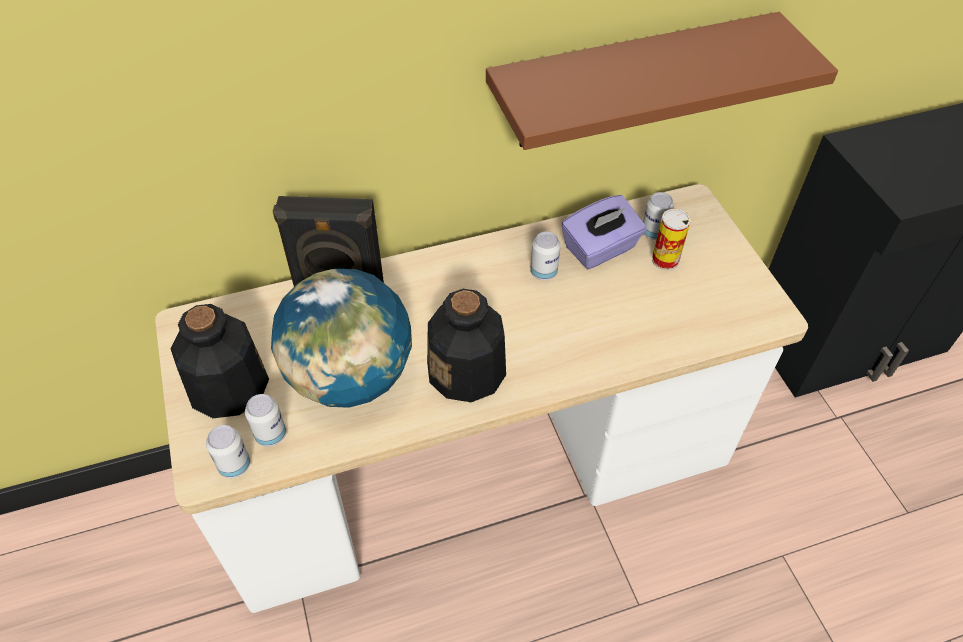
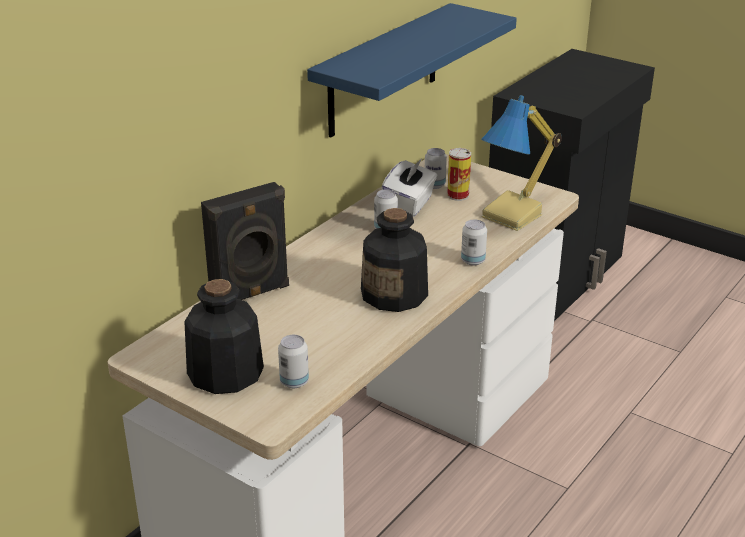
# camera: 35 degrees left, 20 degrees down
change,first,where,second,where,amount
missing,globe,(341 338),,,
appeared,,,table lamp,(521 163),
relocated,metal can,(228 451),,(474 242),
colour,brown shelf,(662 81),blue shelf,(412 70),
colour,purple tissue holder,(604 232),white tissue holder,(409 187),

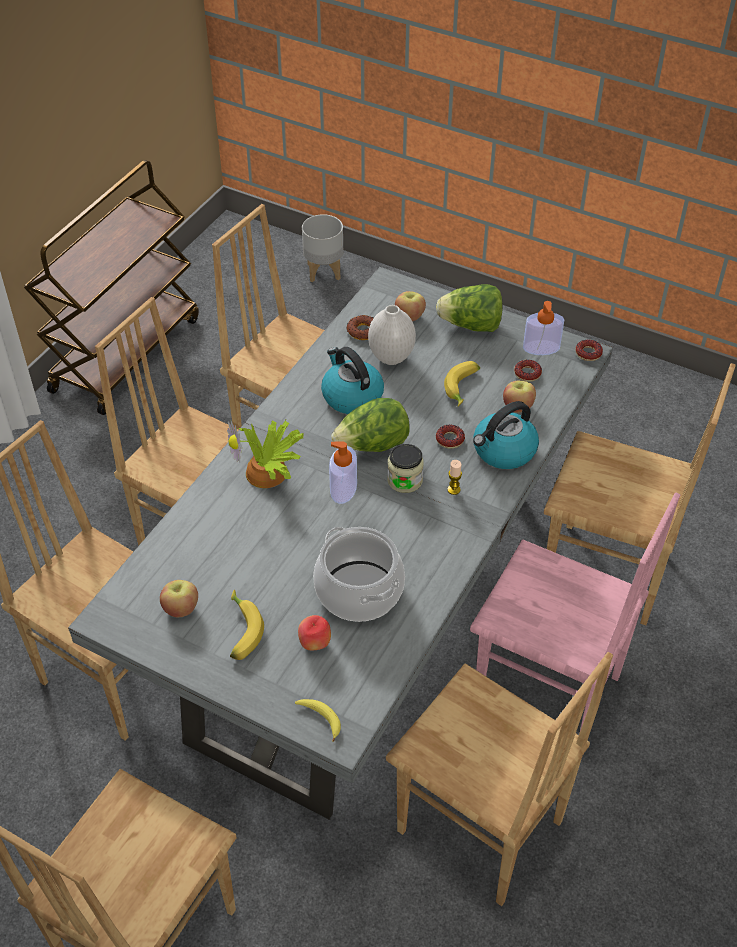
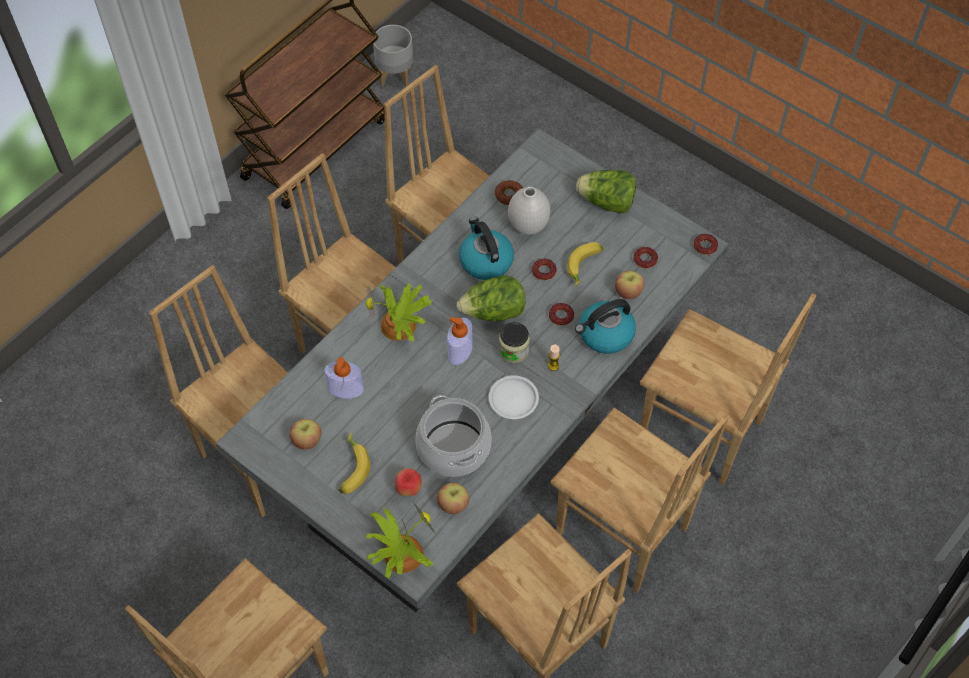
# camera: 10 degrees right, 10 degrees up
change,first,where,second,where,amount
appeared,,,white dinner plate,(514 397),
appeared,,,ring doughnut,(544 270),
relocated,gray plant pot,(322 248),,(393 56),
relocated,apple fruit,(410 306),,(453 498),
relocated,soap dispenser,(543 328),,(344 377),
exchanged,whole banana,(318 720),plant in a pot,(401 539),
colour,pink-coloured chair,(575 612),brown chair,(640 500),

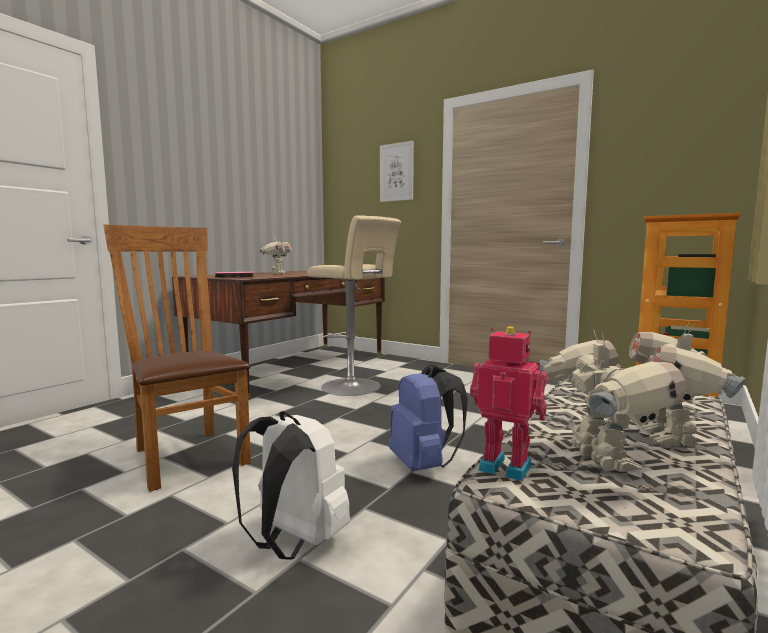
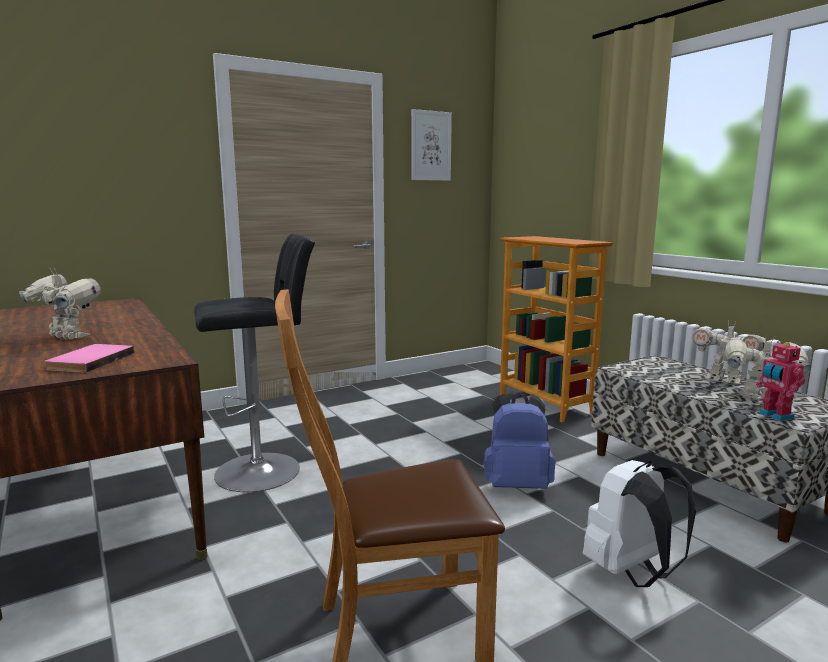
# camera: 65 degrees left, 5 degrees up
change,first,where,second,where,amount
relocated,picture,(397 171),,(431 145),
colour,beige-coloured sitting stool,(354 305),blackish sitting stool,(254 363),
spun,toy robot,(508 403),,(780 381),75 degrees counterclockwise

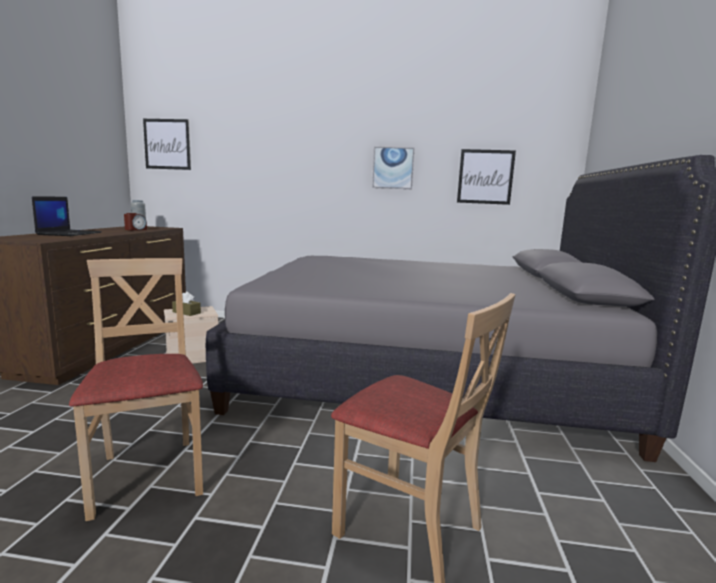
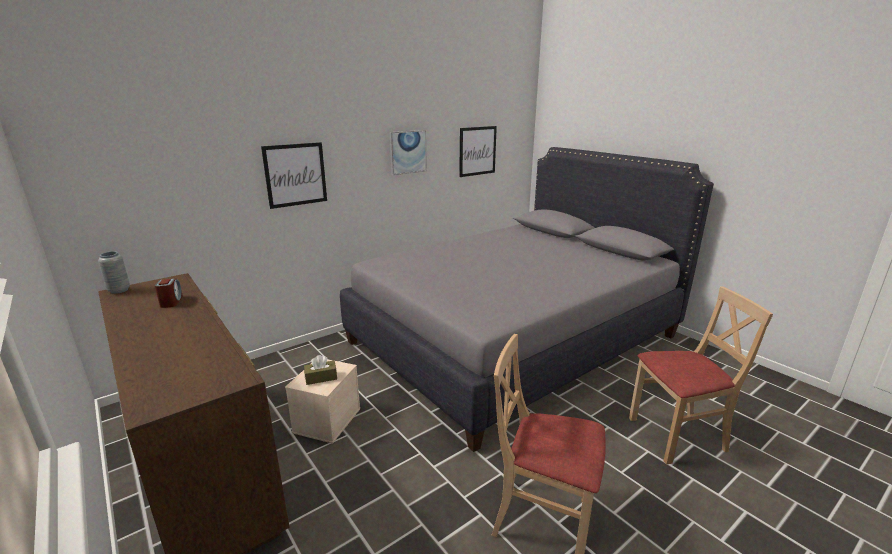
# camera: 45 degrees left, 10 degrees up
change,first,where,second,where,amount
missing,notebook computer,(67 216),,,
relocated,picture,(167 144),,(294 175),

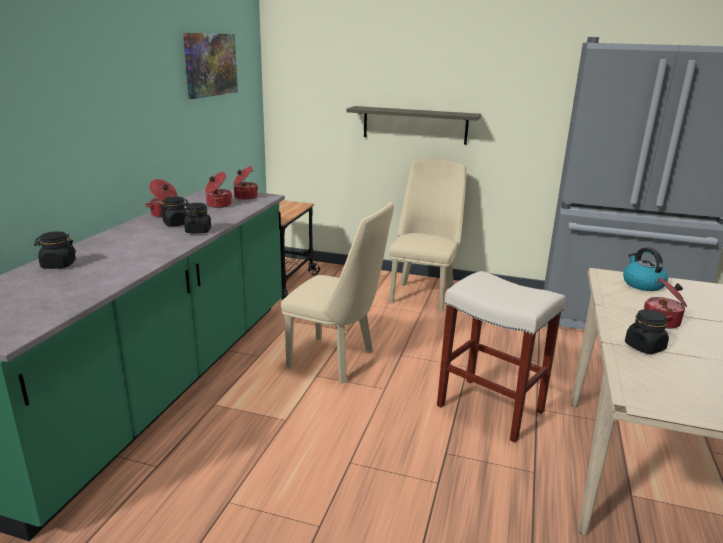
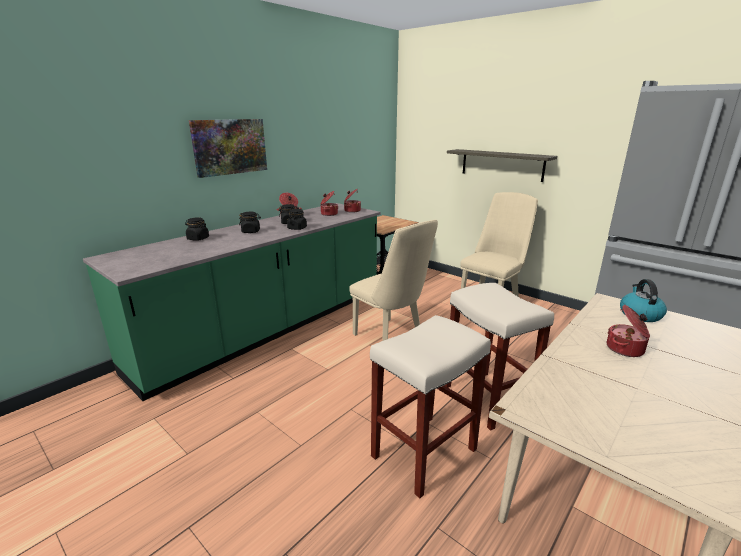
# camera: 25 degrees right, 0 degrees up
change,first,where,second,where,amount
appeared,,,beige-coloured sitting stool,(430 406),
relocated,picture,(210 66),,(228 148),
relocated,blackish preserve jar,(647 331),,(250 222),

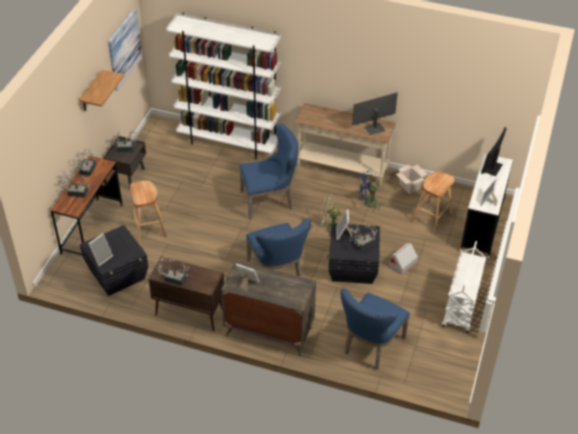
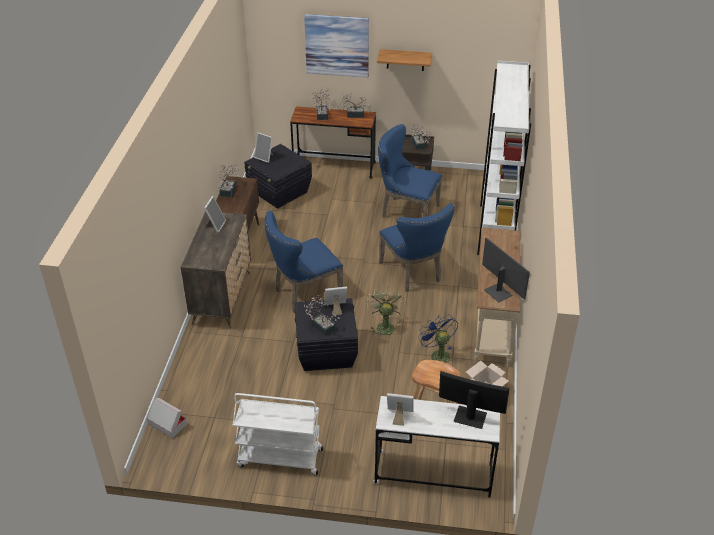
# camera: 80 degrees right, 5 degrees down
change,first,where,second,where,amount
missing,brown sitting stool,(148 211),,,
relocated,picture,(125 49),,(336 46),
relocated,blue chair,(375 329),,(410 170),
relocated,cardboard box,(403 259),,(167 418),

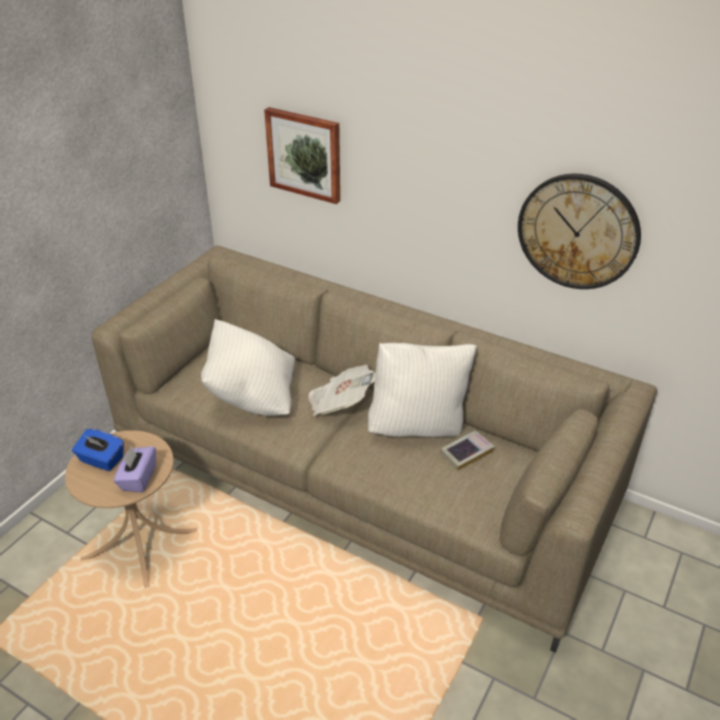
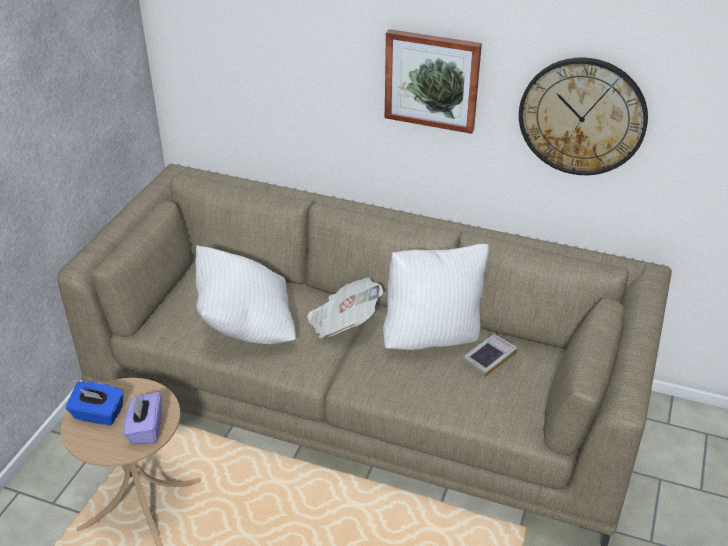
# camera: 10 degrees left, 0 degrees up
change,first,where,second,where,amount
relocated,picture,(302 155),,(433 81),

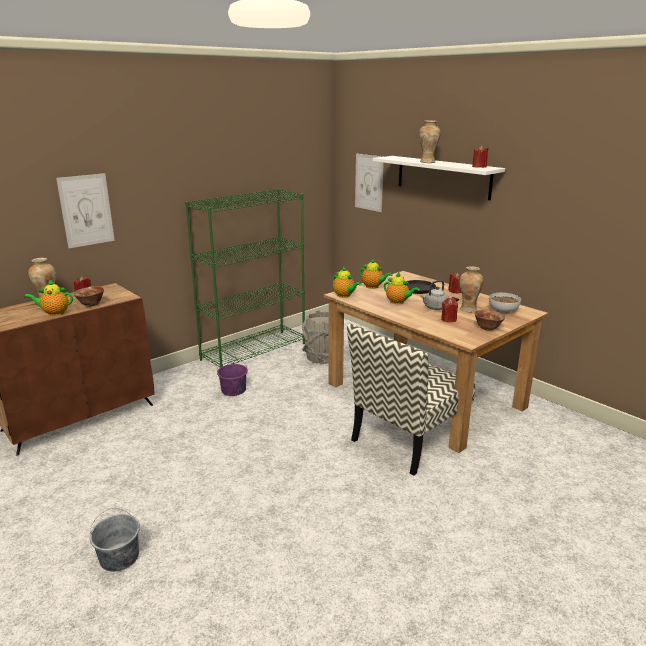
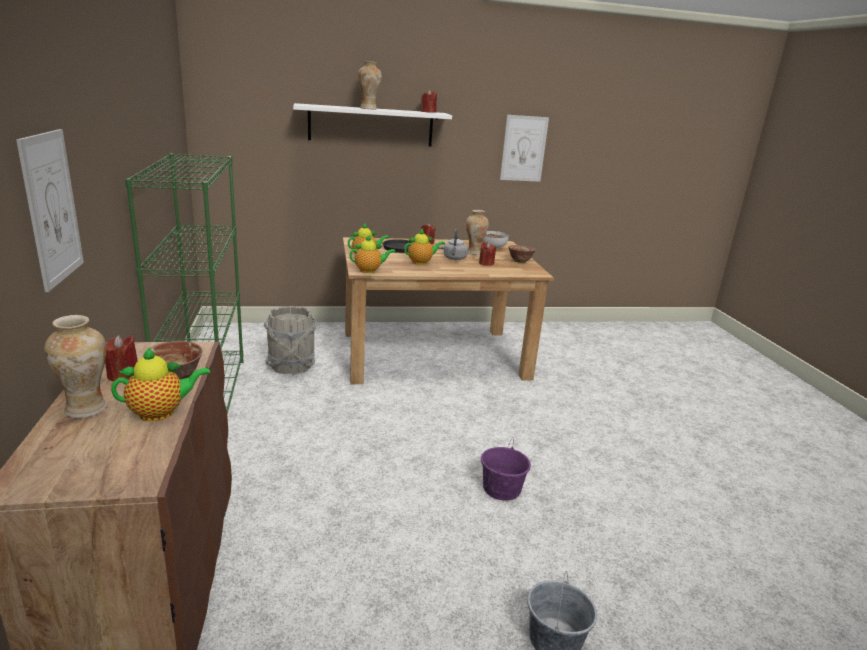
# camera: 60 degrees left, 0 degrees up
change,first,where,second,where,amount
missing,chair,(411 400),,,
relocated,purple pail,(232 376),,(506 469),
relocated,picture,(369 183),,(524 148),
spun,teapot,(48 297),,(160 384),135 degrees counterclockwise

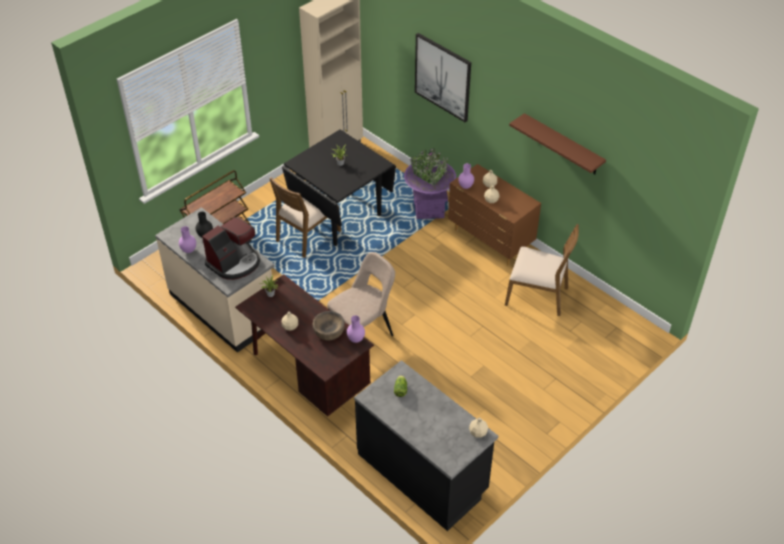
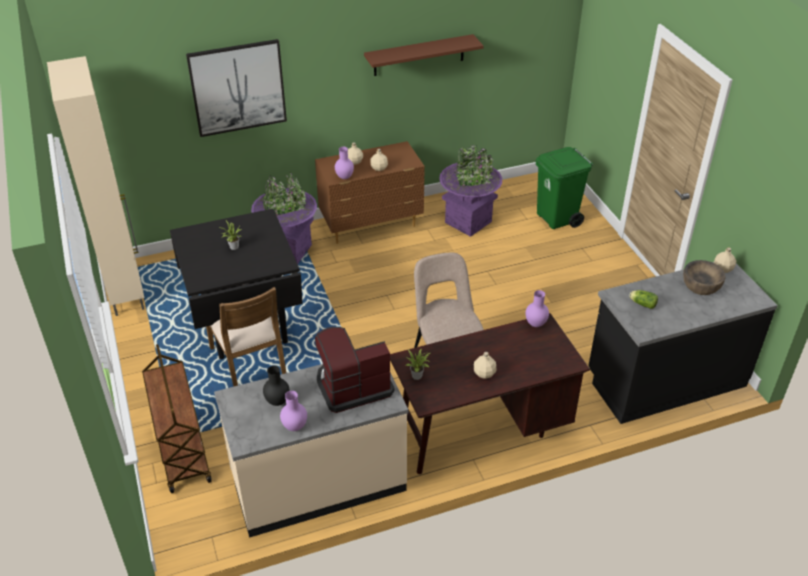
# camera: 65 degrees left, 5 degrees down
change,first,where,second,where,amount
appeared,,,green-coloured trash can,(565 188),
relocated,brown serving bowl,(328 325),,(704 277),
exchanged,brown chair,(542 270),purple plant pot,(470 191),
spun,coffee brewer,(231 248),,(354 370),90 degrees counterclockwise

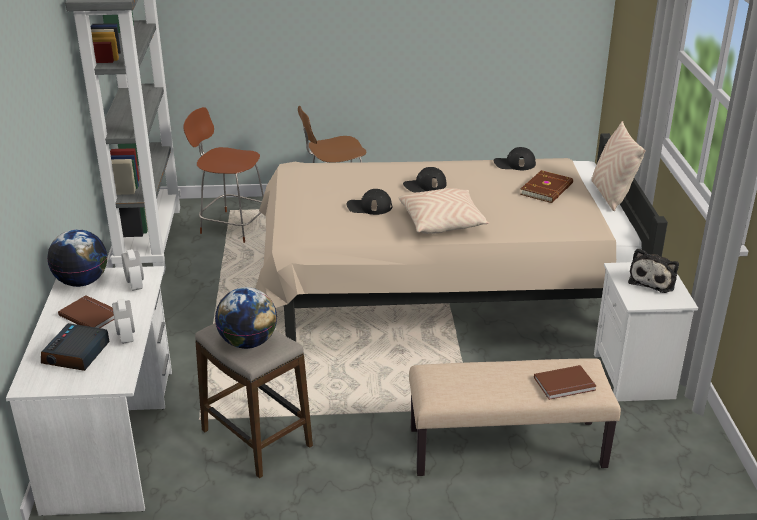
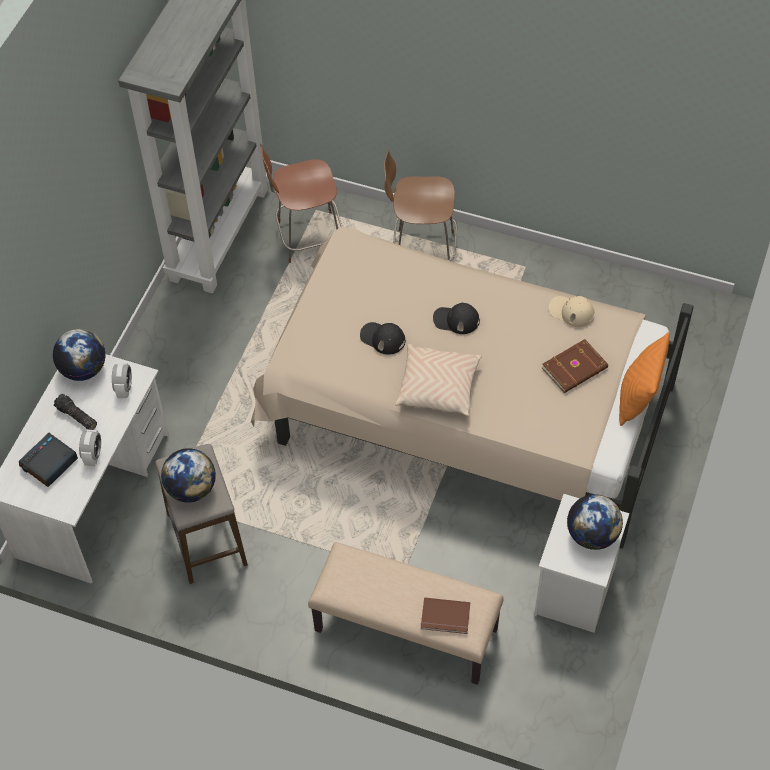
# camera: 25 degrees right, 25 degrees up
change,first,where,second,where,amount
exchanged,brown bound book,(86 311),flashlight,(75 412),
exchanged,cuddly toy,(653 270),globe,(595 522),
colour,blackish baseball cap,(515 158),beige-coloured baseball cap,(572 311),
colour,beige-coloured pillow,(618 166),orange-coloured pillow,(644 379),
spun,brown chair,(223 175),,(301 203),60 degrees counterclockwise

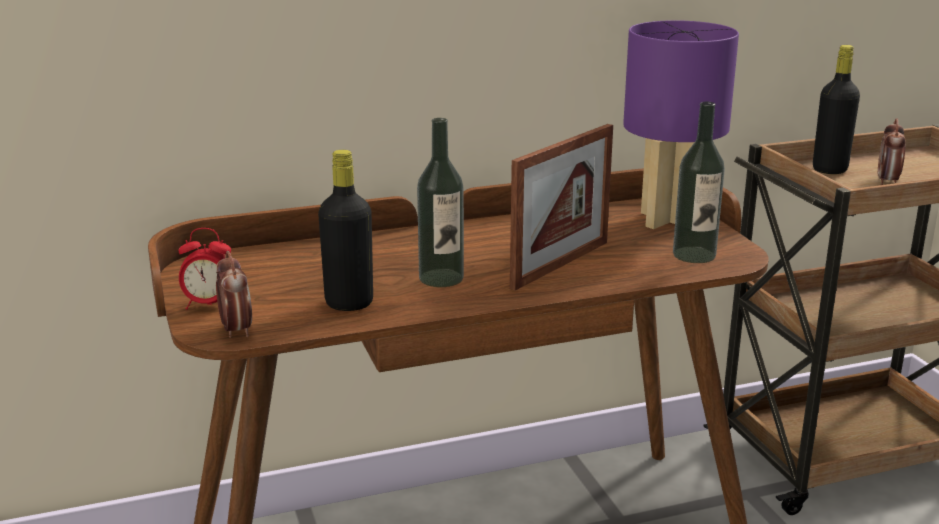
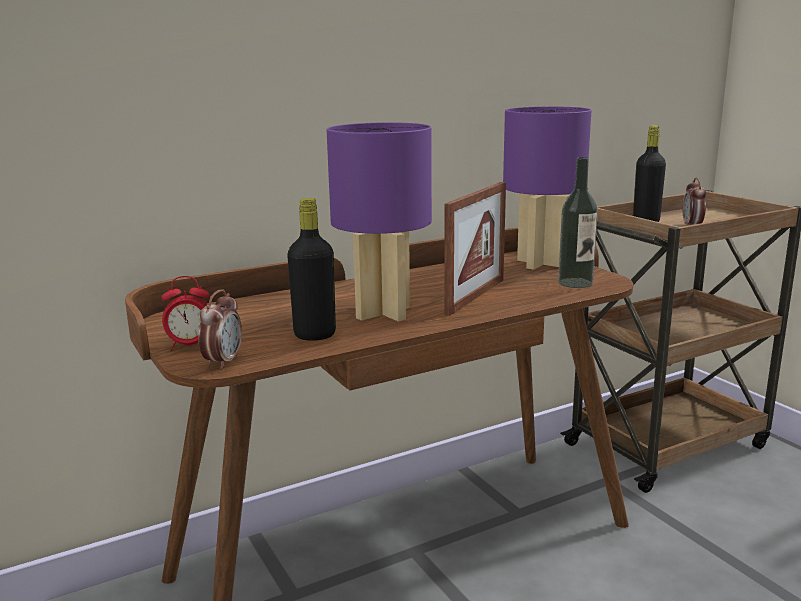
# camera: 10 degrees left, 5 degrees down
change,first,where,second,where,amount
exchanged,bottle,(440 202),purple table lamp,(379 222),
spun,bedside clock,(234 294),,(220 329),45 degrees clockwise

